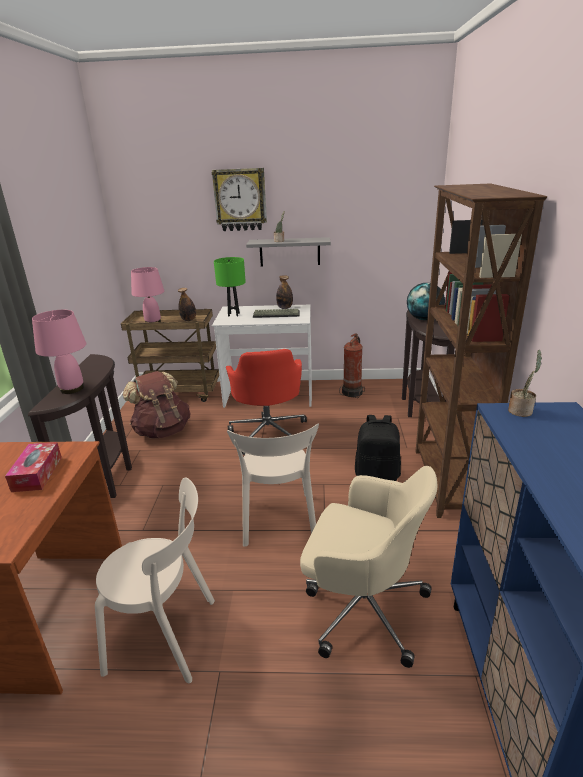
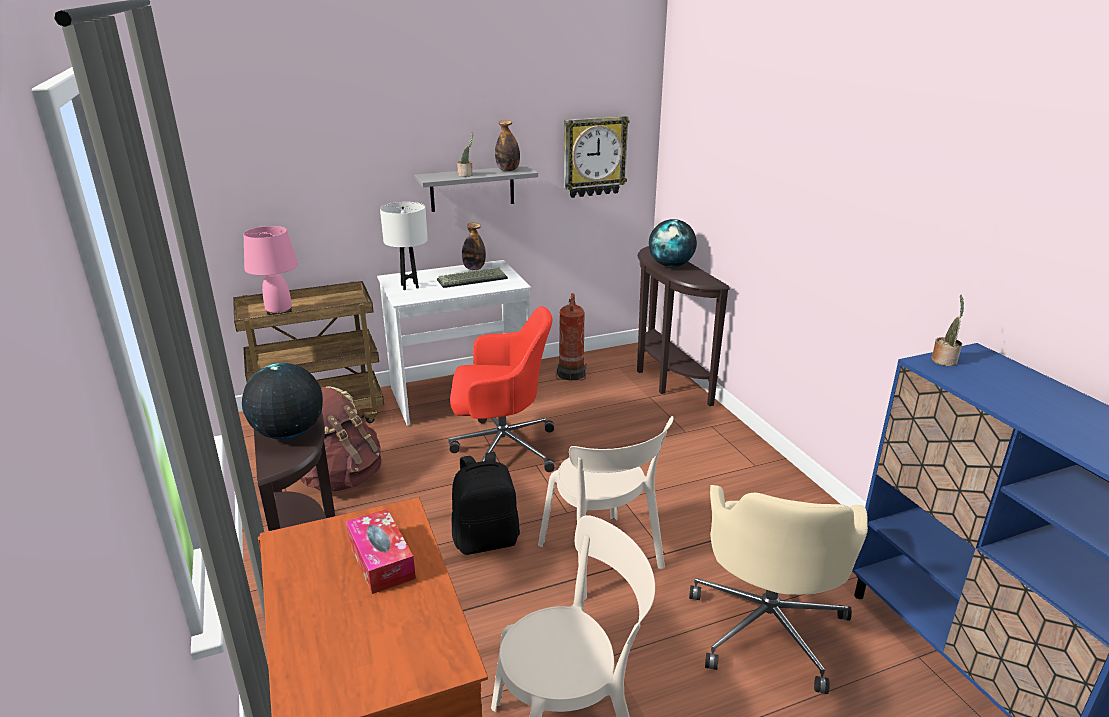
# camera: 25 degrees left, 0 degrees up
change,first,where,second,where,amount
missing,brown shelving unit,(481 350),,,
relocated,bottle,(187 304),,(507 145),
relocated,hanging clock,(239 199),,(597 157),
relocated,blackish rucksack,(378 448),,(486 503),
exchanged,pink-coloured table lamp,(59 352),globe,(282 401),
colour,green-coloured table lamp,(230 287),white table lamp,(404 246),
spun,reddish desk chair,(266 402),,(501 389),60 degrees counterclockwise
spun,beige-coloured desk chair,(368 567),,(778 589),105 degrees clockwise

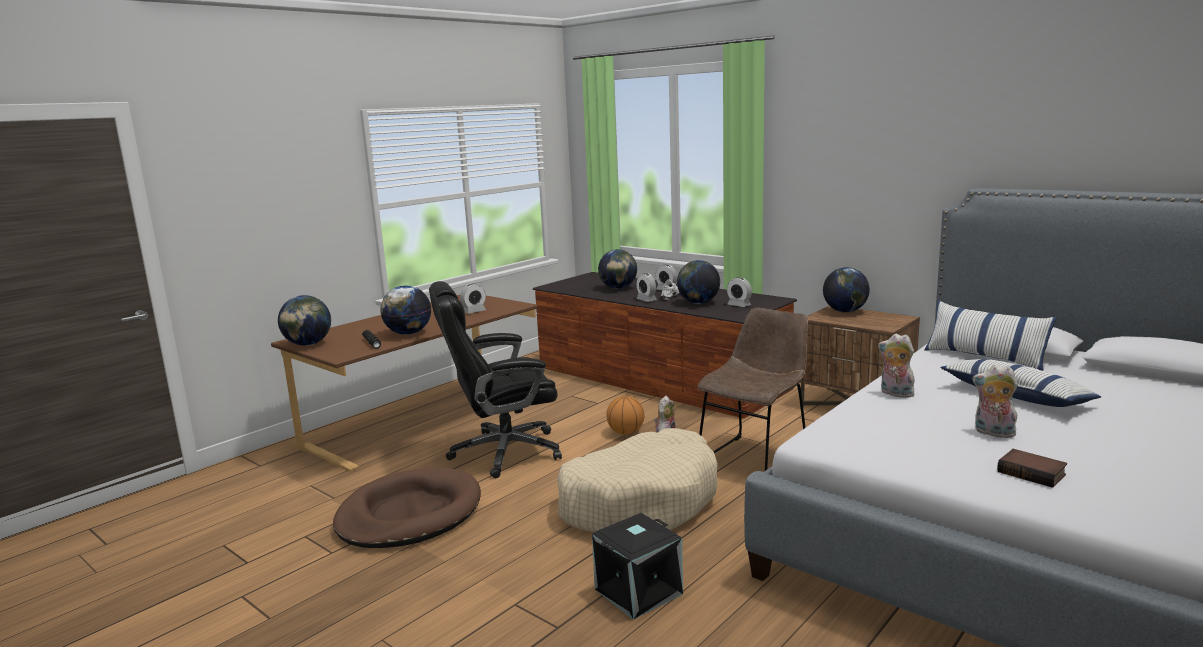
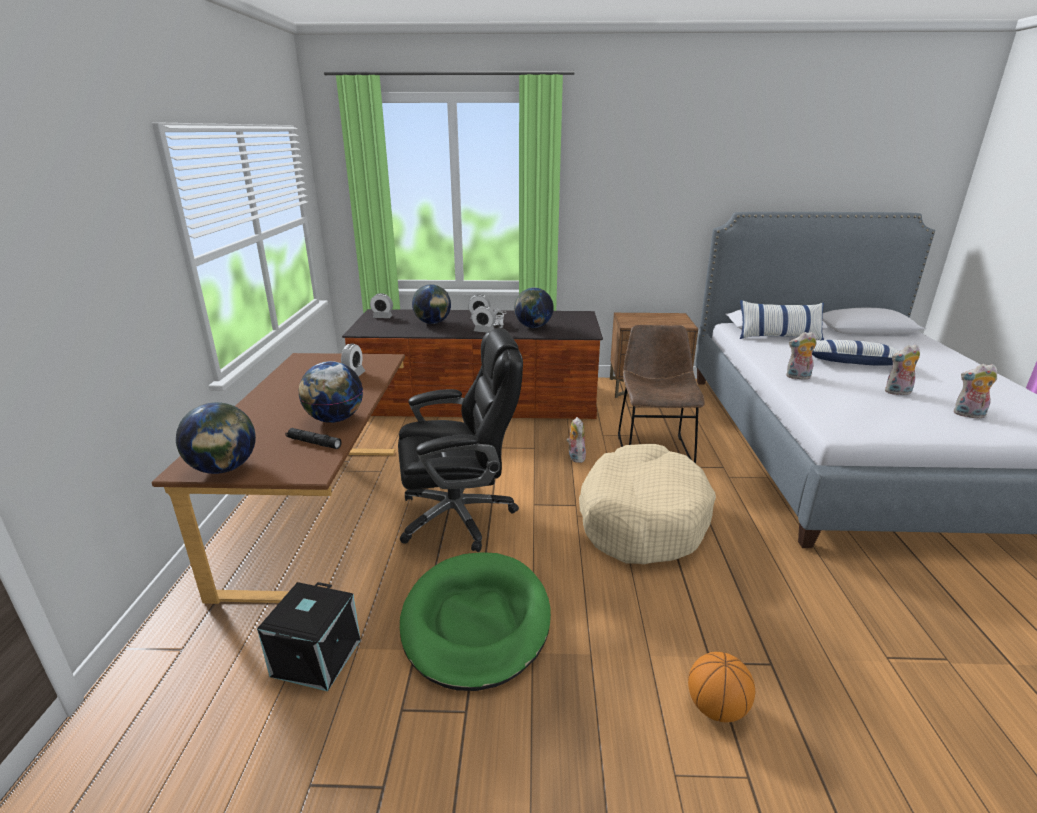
# camera: 40 degrees left, 10 degrees up
change,first,where,second,where,amount
missing,globe,(846 289),,,
relocated,blackish storage bin,(637 566),,(309 636),
relocated,basketball,(625 415),,(721 687),
relocated,bedside clock,(739 292),,(381 305),
exchanged,bound book,(1032 468),cuddly toy,(975 391),
colour,brown dog bed,(407 507),green-coloured dog bed,(475 621),
spun,blackish desk chair,(495 379),,(460 440),135 degrees counterclockwise

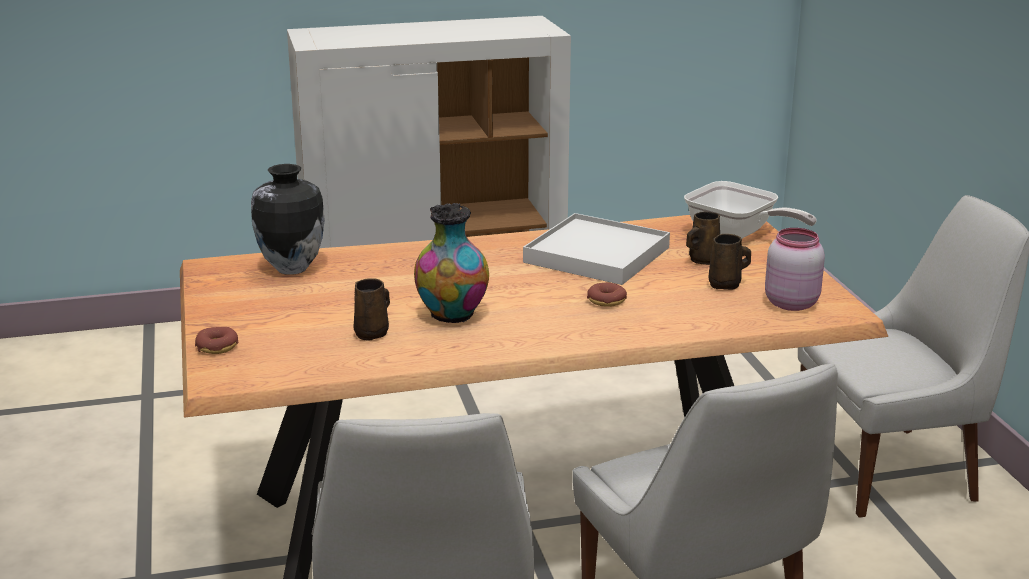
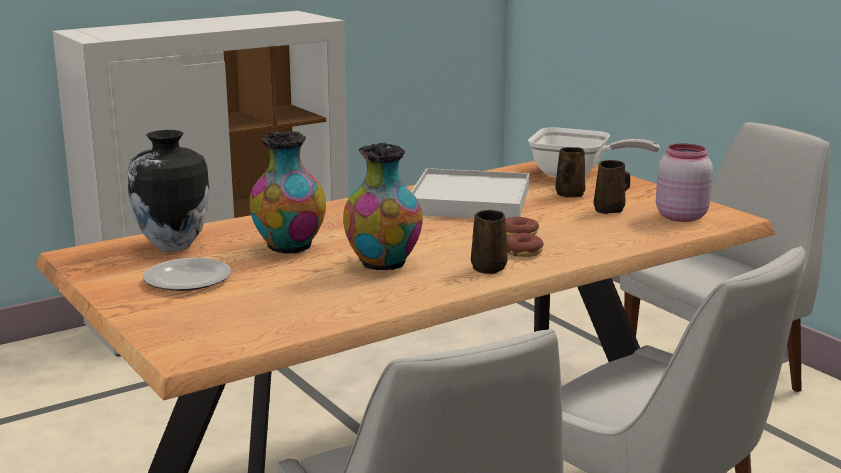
# camera: 20 degrees left, 5 degrees down
change,first,where,second,where,amount
appeared,,,dinner plate,(187 274),
appeared,,,vase,(287 192),
relocated,ring doughnut,(217 340),,(525 245),
relocated,brown tea mug,(371 310),,(489 242),

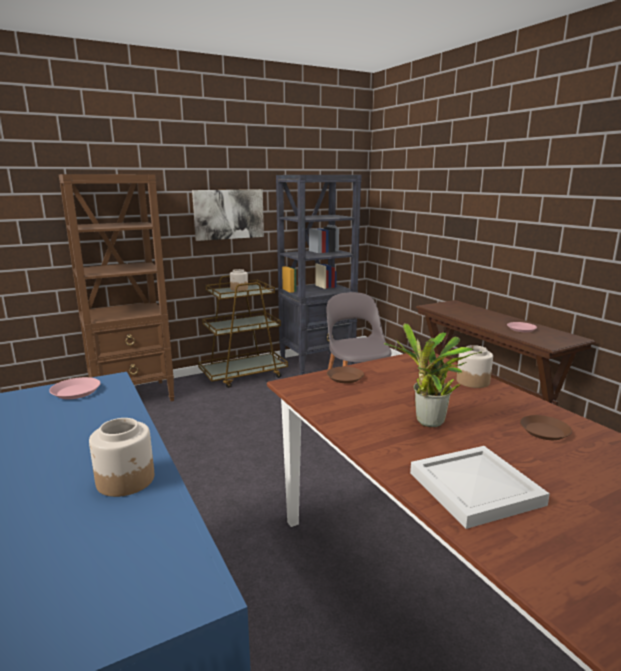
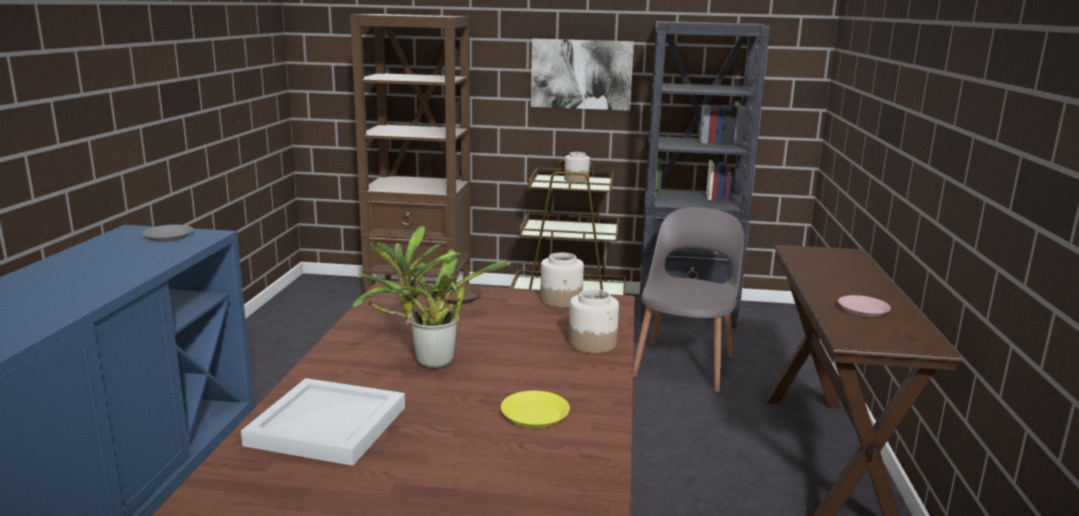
# camera: 35 degrees right, 0 degrees up
change,first,where,second,where,amount
relocated,preserve jar,(121 457),,(562 279),
colour,pink-coloured dinner plate,(75 388),gray dinner plate,(167 233),
colour,brown dinner plate,(546 427),yellowish dinner plate,(535 409),

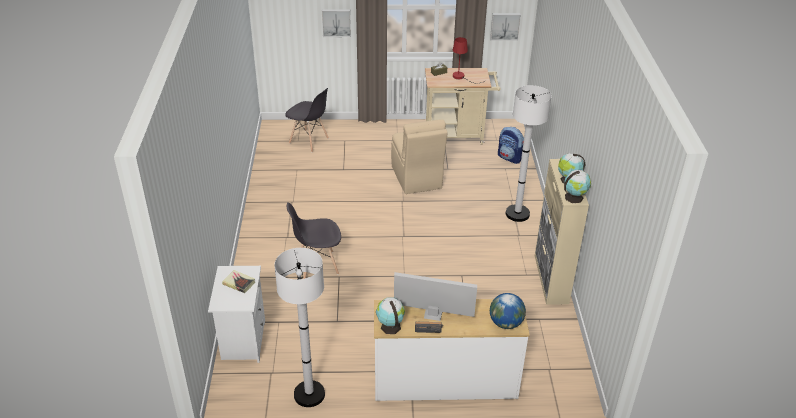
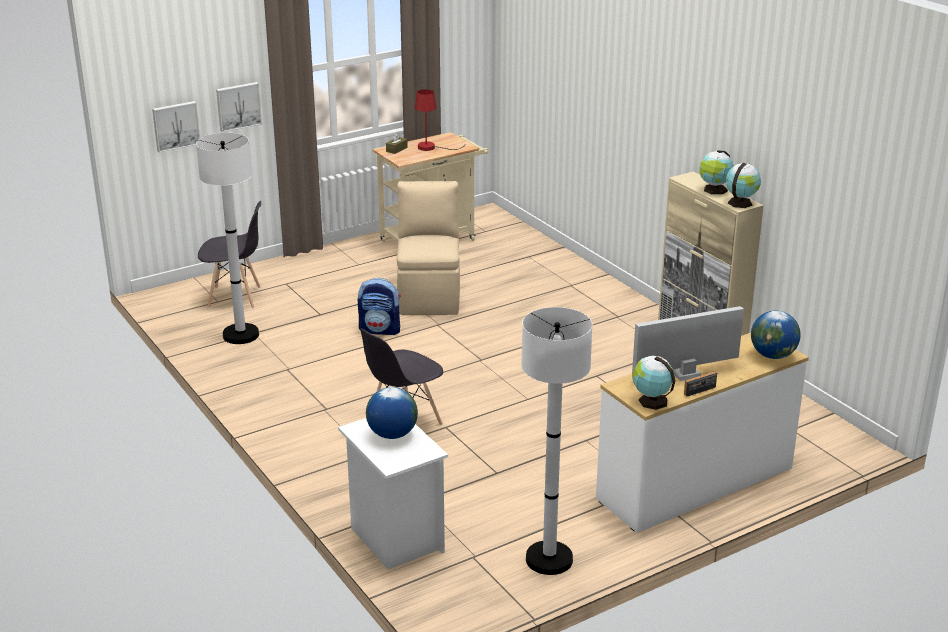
# camera: 30 degrees left, 10 degrees down
change,first,where,second,where,amount
relocated,picture,(505 27),,(176 127),
relocated,rucksack,(511 145),,(379 306),
relocated,white floor lamp,(529 153),,(227 238),
exchanged,bound book,(238 281),globe,(392 413),
spun,beige-coloured chair,(419 156),,(428 248),135 degrees counterclockwise

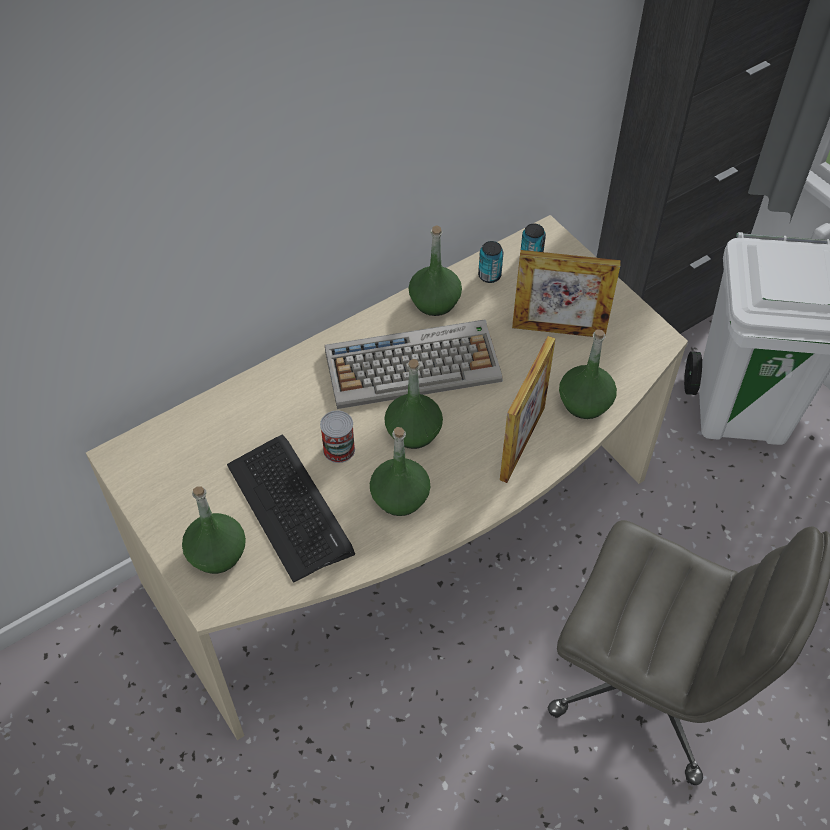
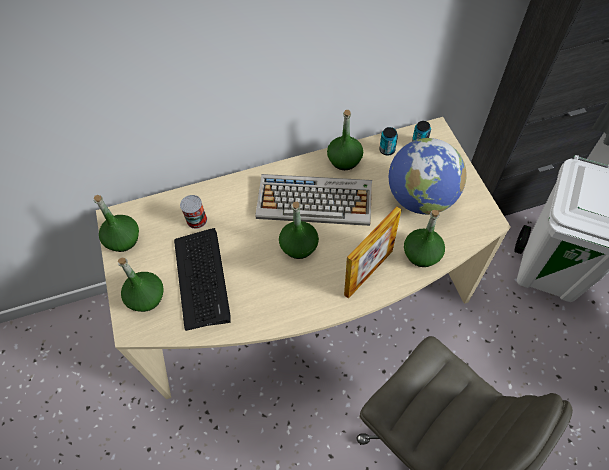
# camera: 20 degrees right, 5 degrees up
change,first,where,second,where,amount
relocated,metal can,(337 437),,(193 212),
relocated,green-coloured bottle,(400 471),,(116 223),
exchanged,photo frame,(566 293),globe,(427 176),

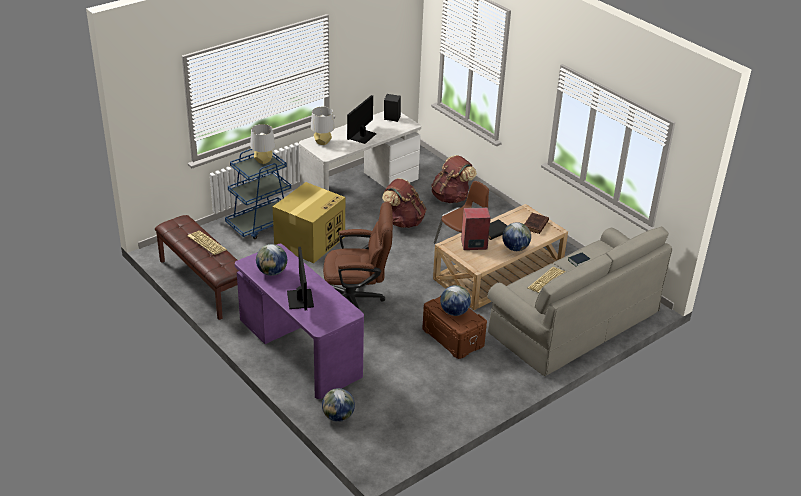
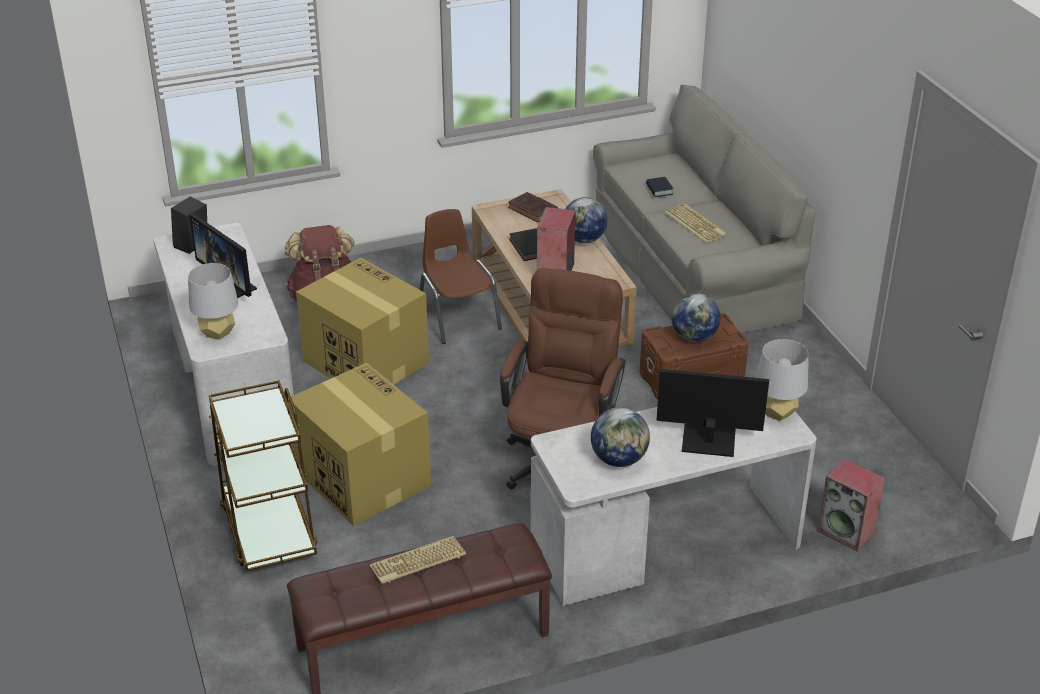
# camera: 70 degrees left, 0 degrees up
change,first,where,second,where,amount
relocated,gray table lamp,(262 144),,(782 380),
exchanged,globe,(338 405),audio speaker,(851 505),
exchanged,brown rucksack,(404 203),cardboard box,(362 321),
colour,blue cart,(258 194),brown cart,(263 475),
colour,purple desk table,(299 321),white desk table,(674 506),

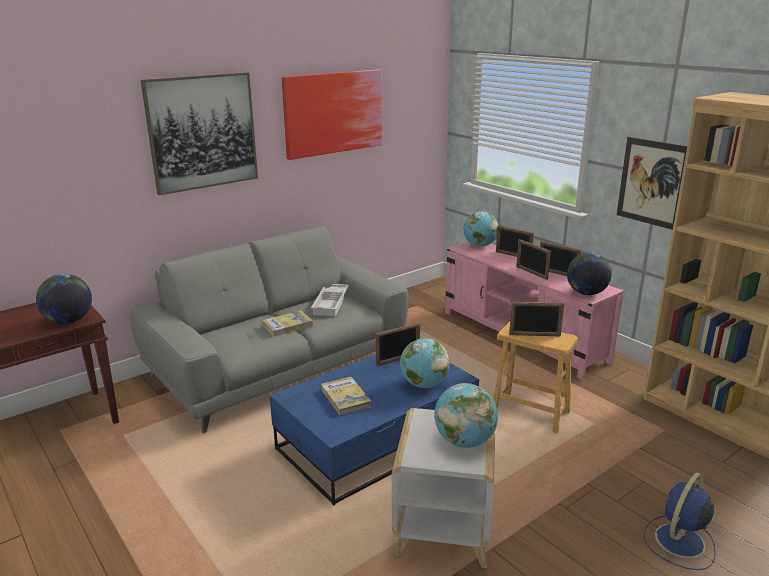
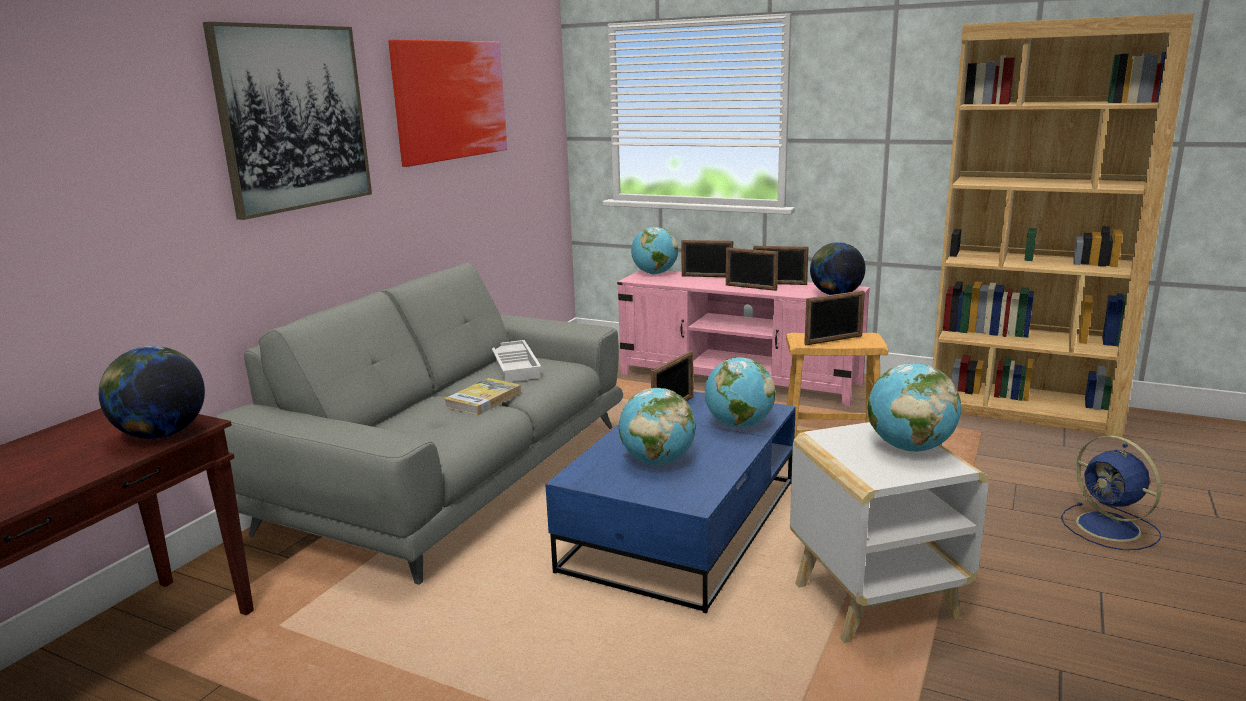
# camera: 25 degrees left, 5 degrees down
change,first,where,second,where,amount
missing,picture,(652 183),,,
exchanged,bound book,(346 396),globe,(657 426),
spun,blue fan,(679 521),,(1111 492),45 degrees counterclockwise

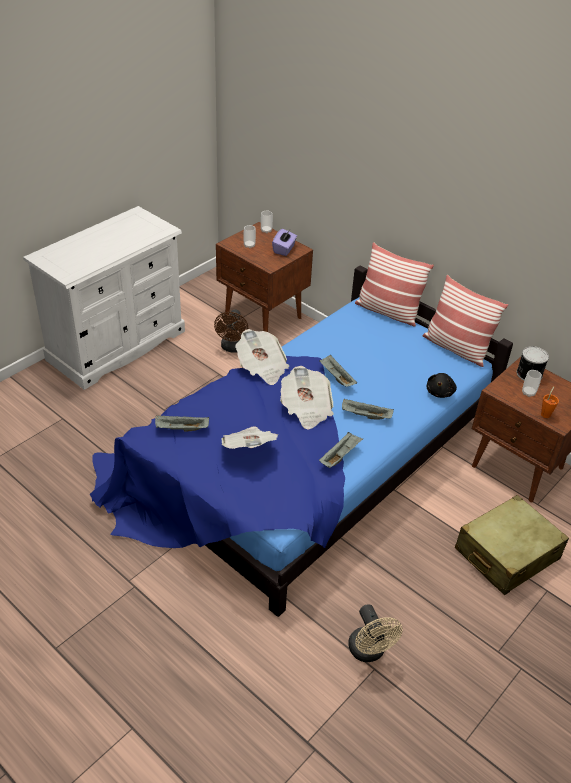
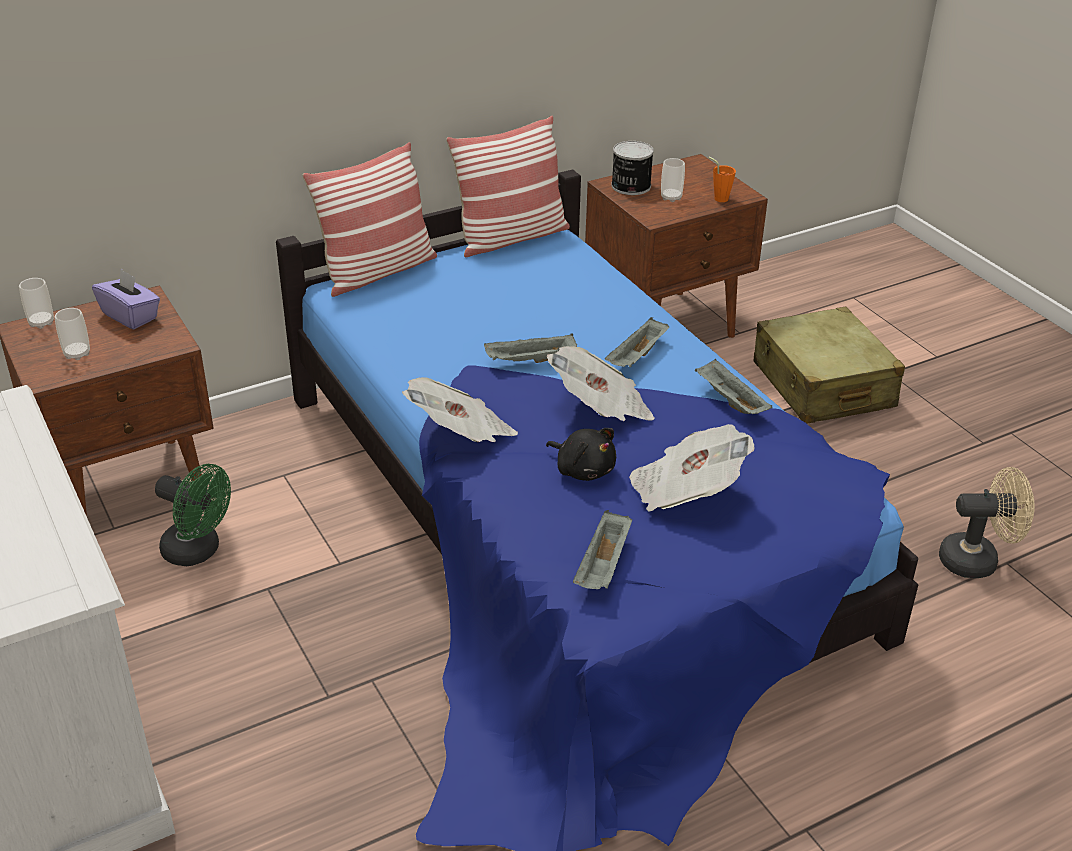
# camera: 70 degrees left, 5 degrees down
change,first,where,second,where,amount
relocated,blackish cuddly toy,(442 385),,(581 454),
colour,brown fan,(231 331),green-coloured fan,(193 515),

